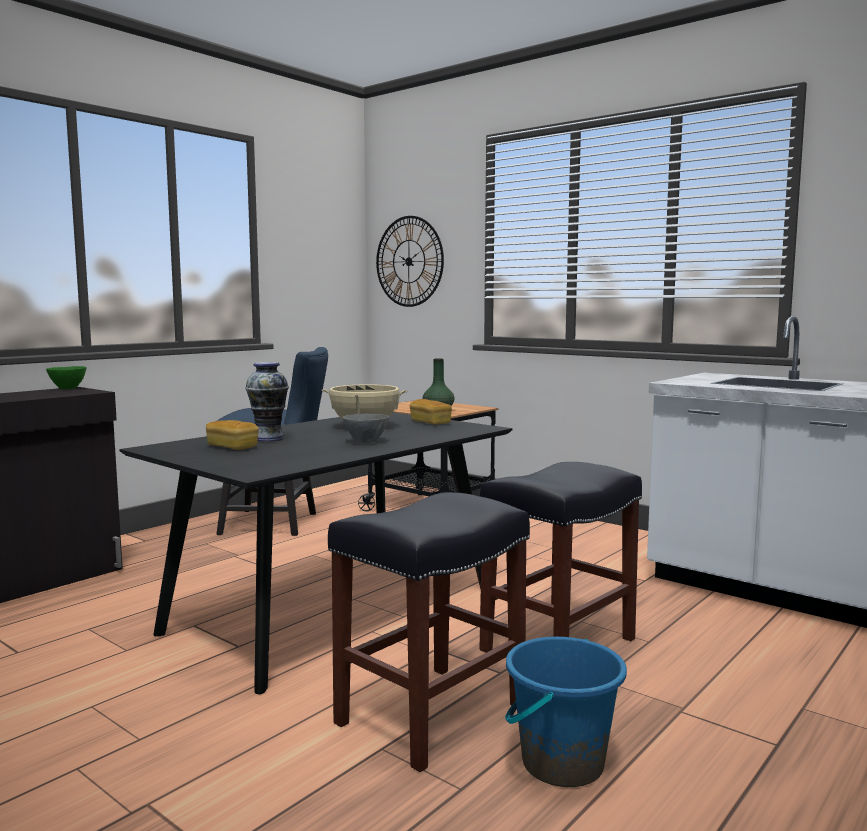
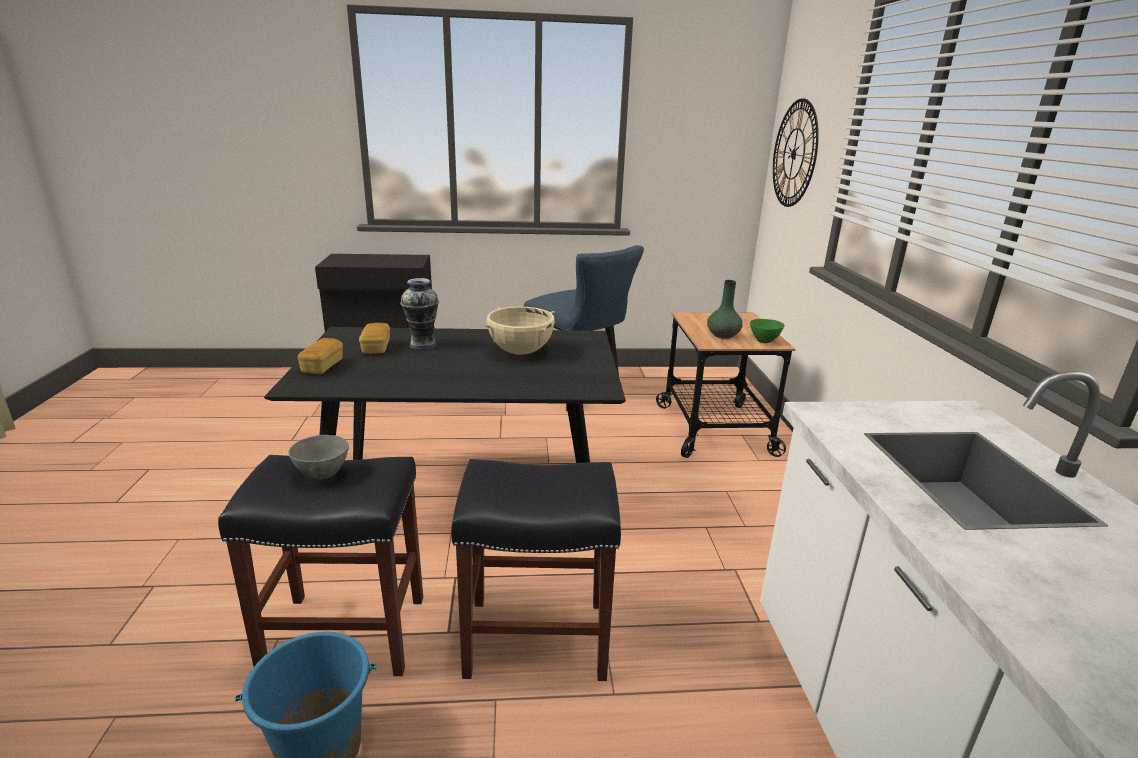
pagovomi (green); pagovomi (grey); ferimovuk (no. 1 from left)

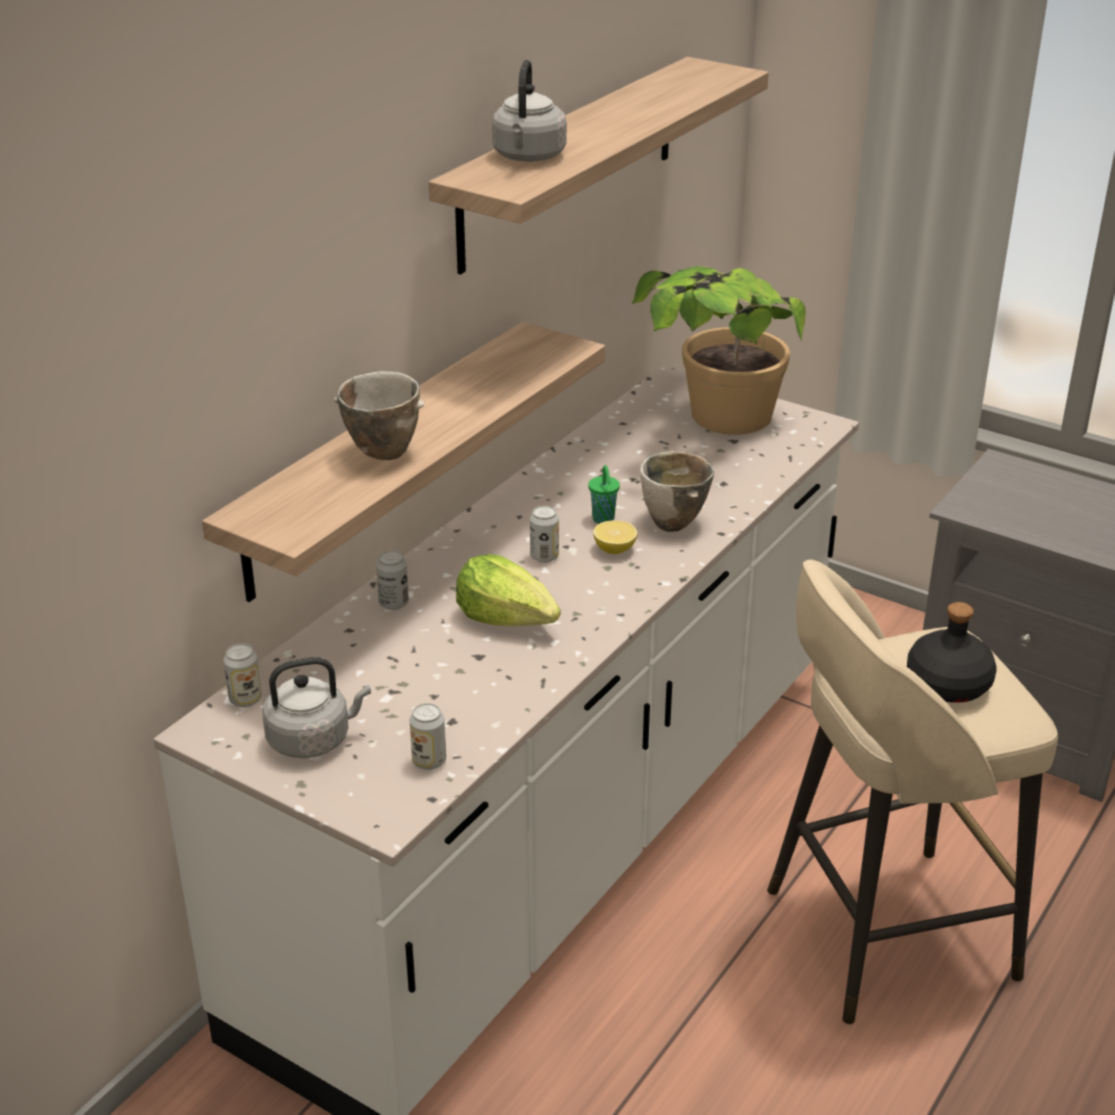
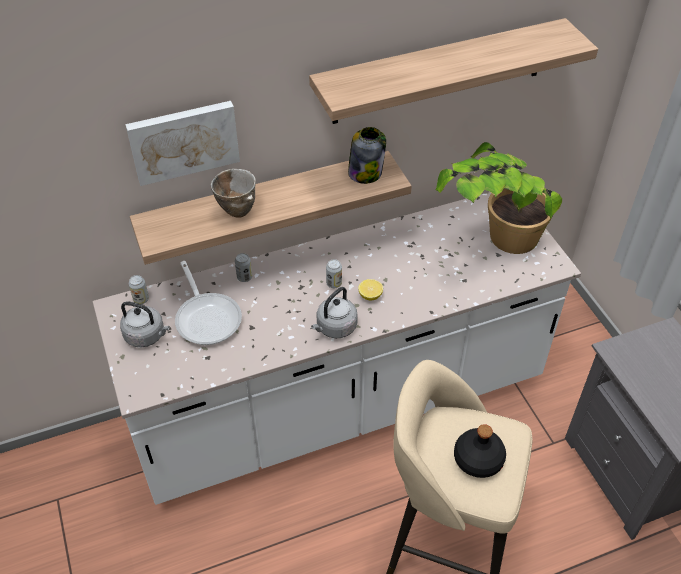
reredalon (no. 3 from left in the first image); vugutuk; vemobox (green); pagovomi (no. 2 from left in the first image); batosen; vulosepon; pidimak; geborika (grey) (no. 2 from left)

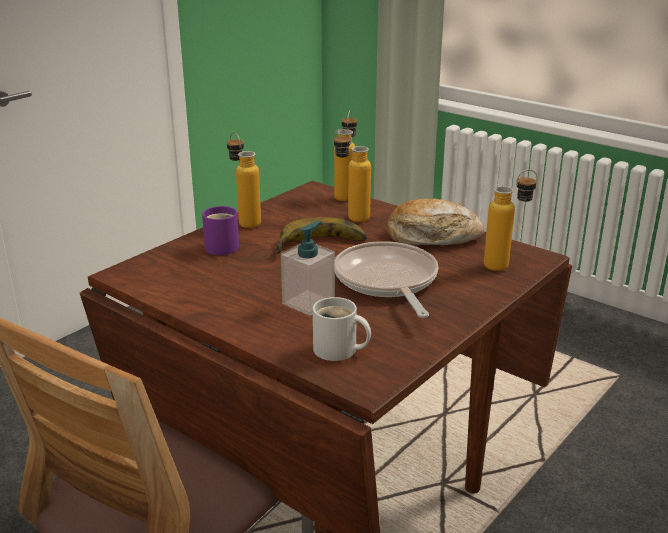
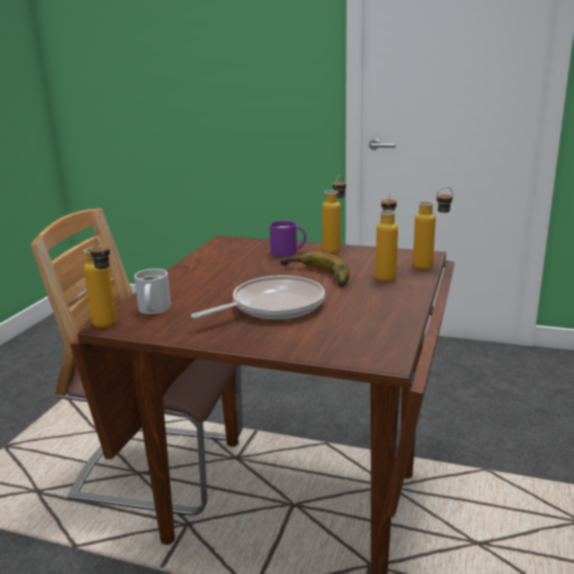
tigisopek; ferimovuk; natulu (no. 1 from left)

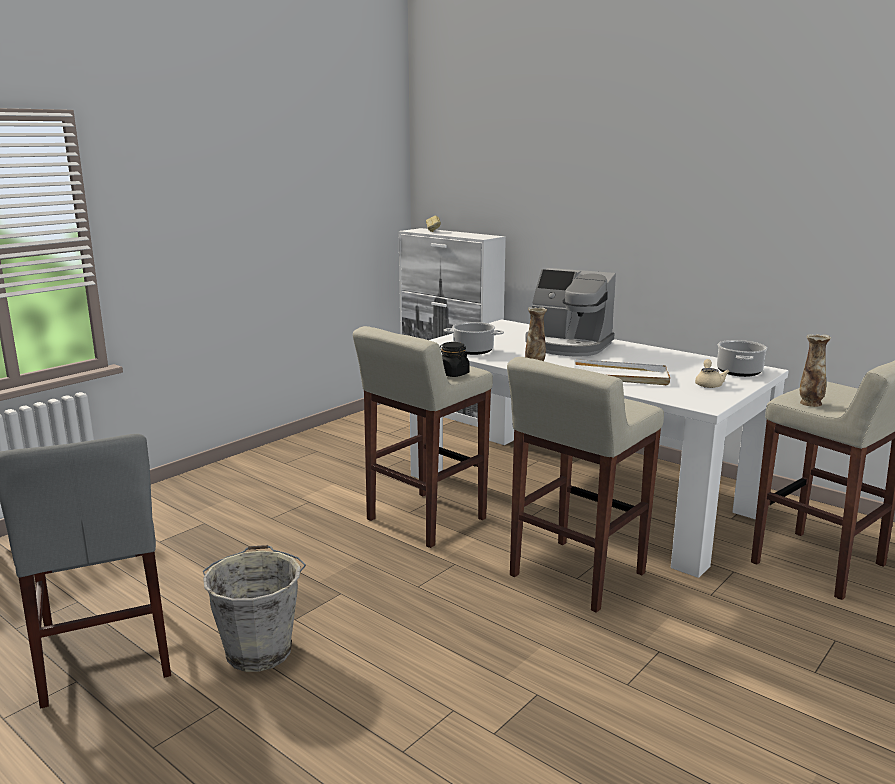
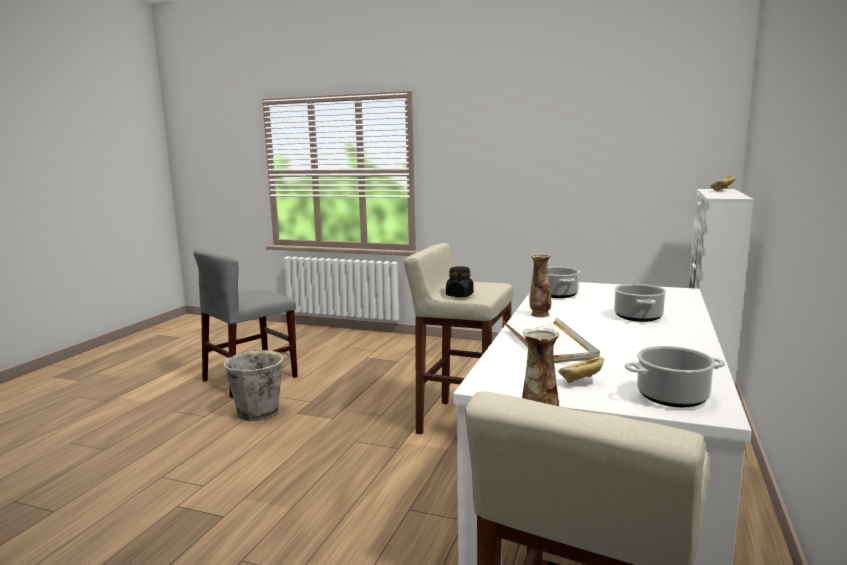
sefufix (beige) (no. 2 from left in the first image); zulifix (no. 2 from left); ferimovuk (no. 1 from left)

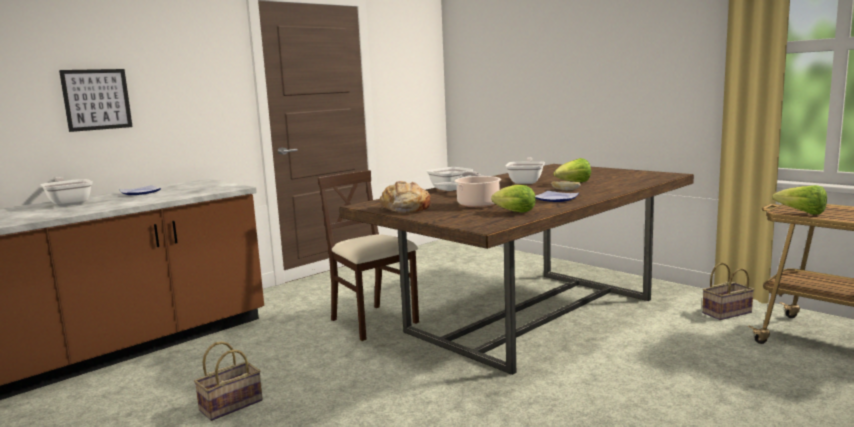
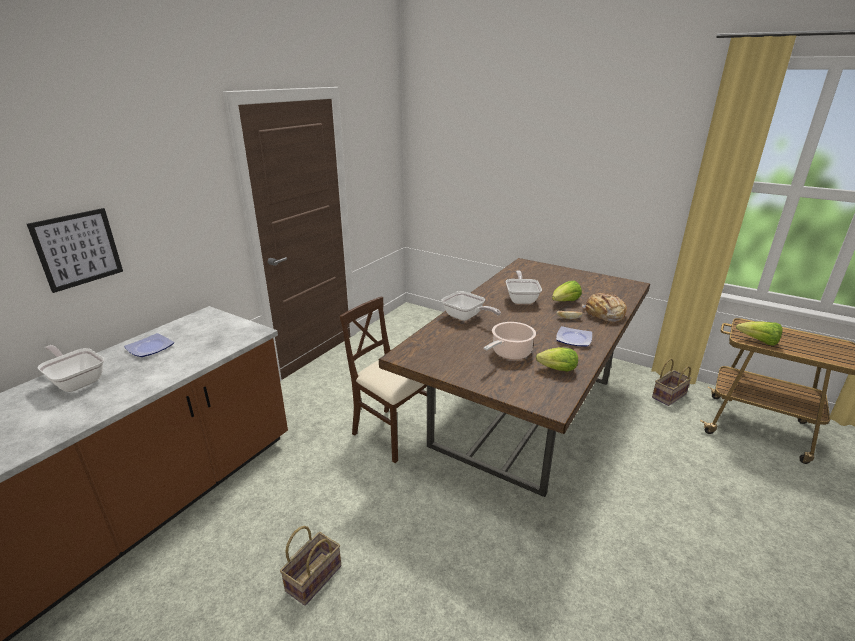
ferimovuk (no. 2 from left)

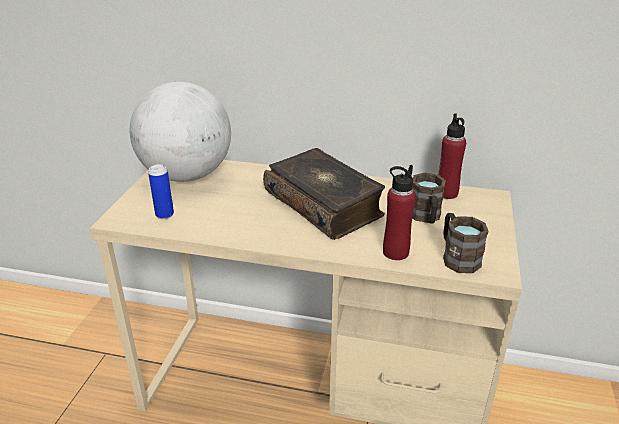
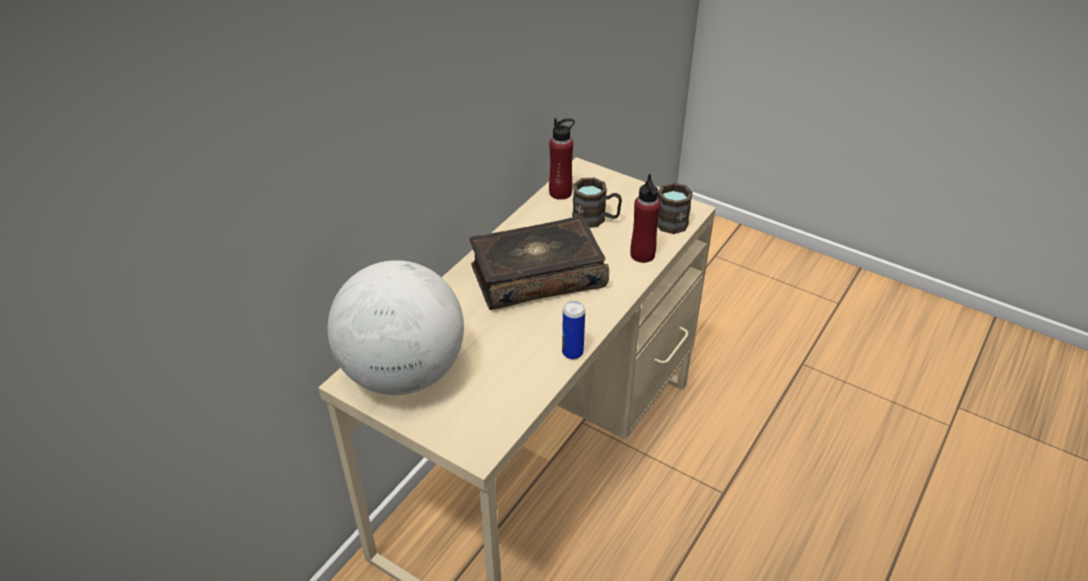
reredalon

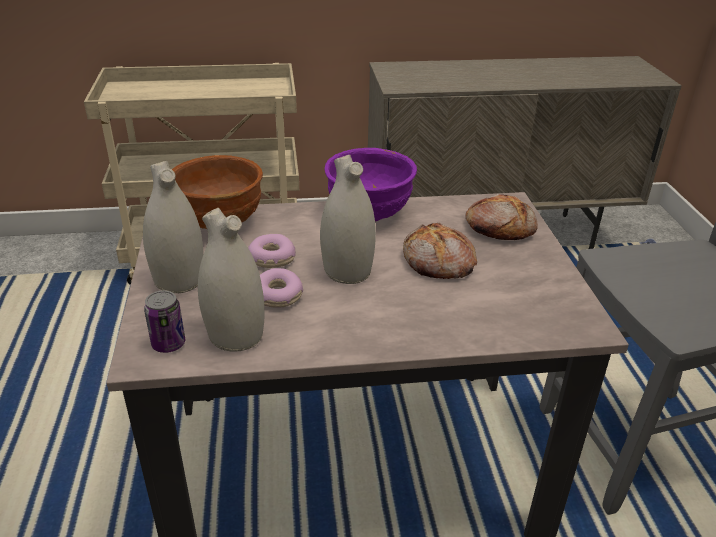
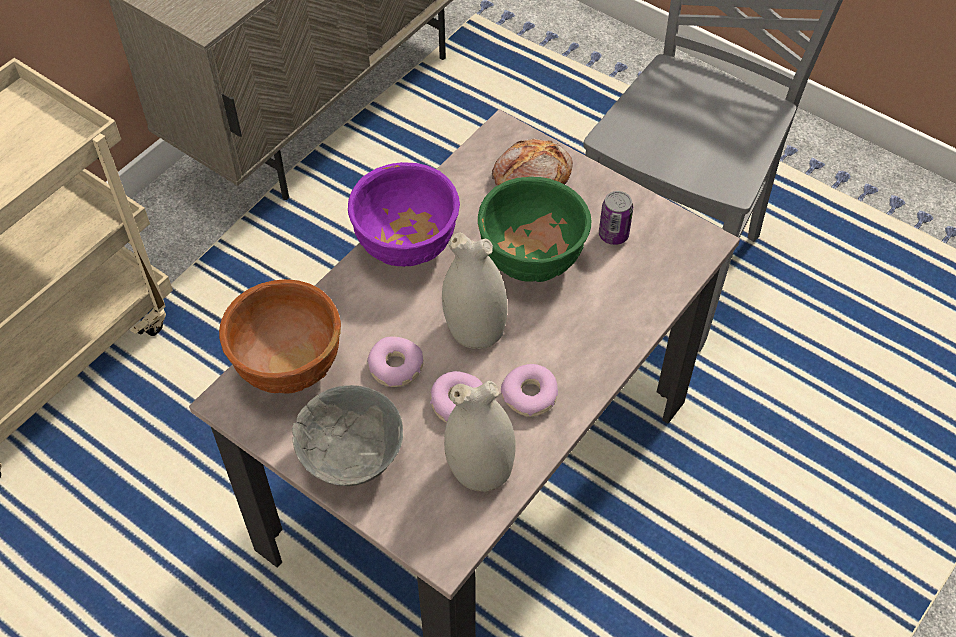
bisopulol (no. 3 from left); reredalon; pagovomi (grey); pagovomi (green)

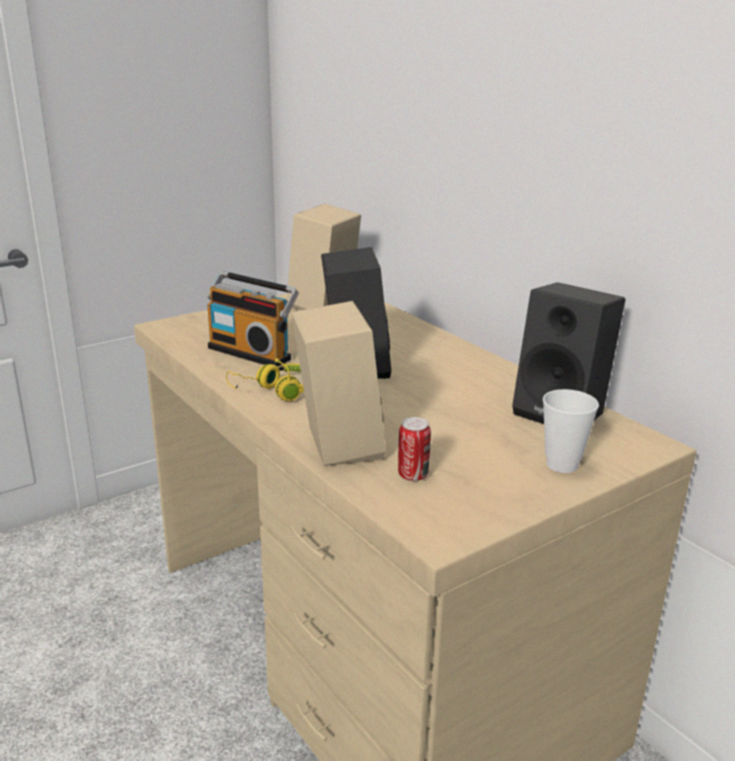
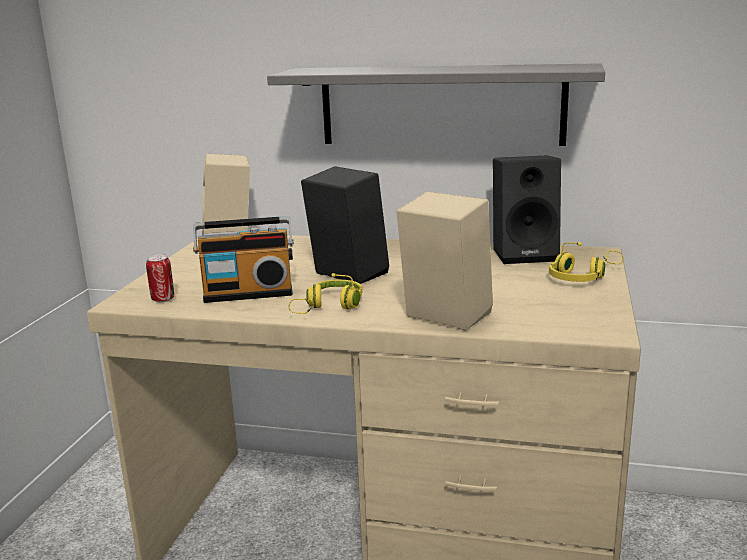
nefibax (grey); reredalon; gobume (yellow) (no. 2 from left)

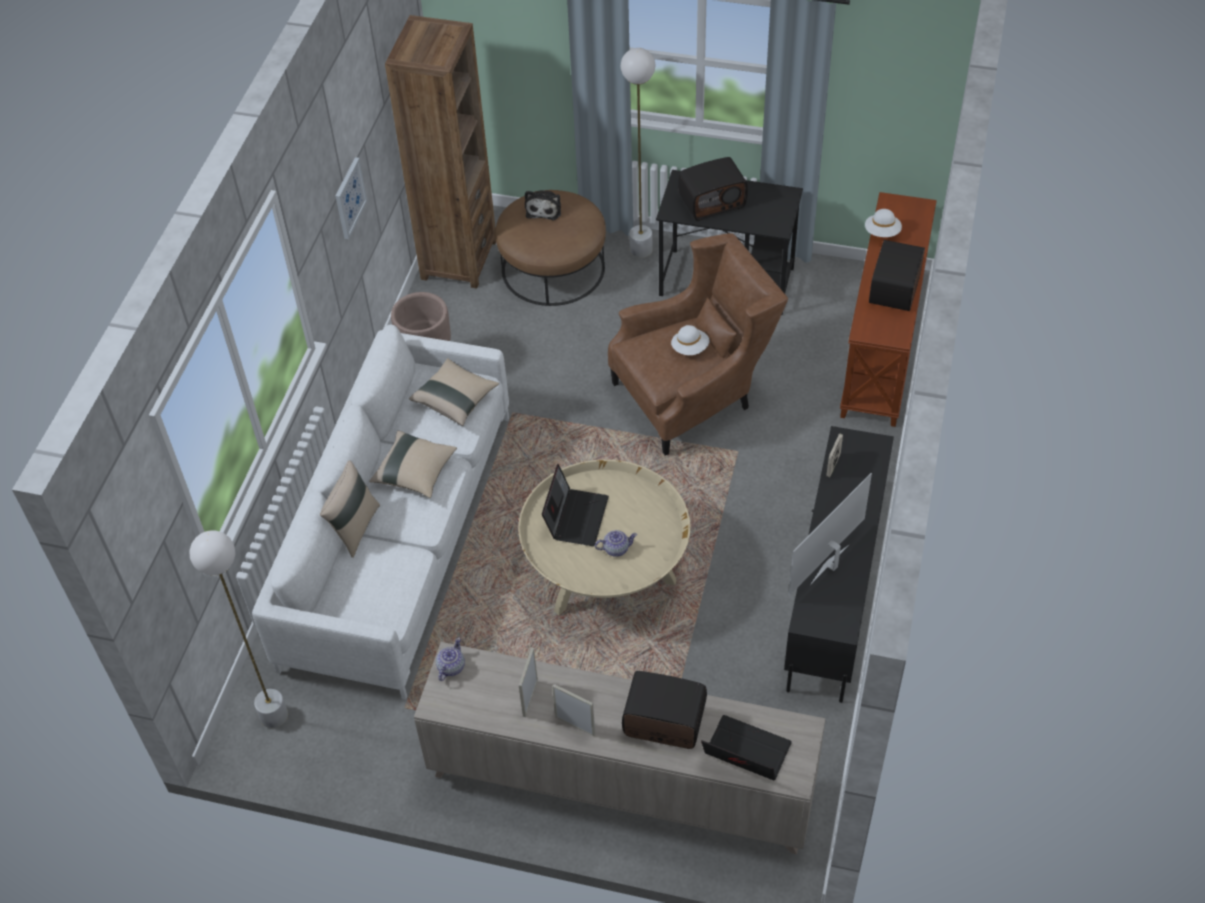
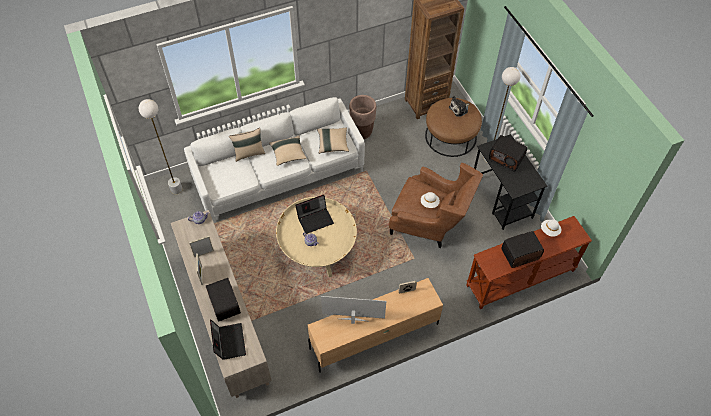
batosen; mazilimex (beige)

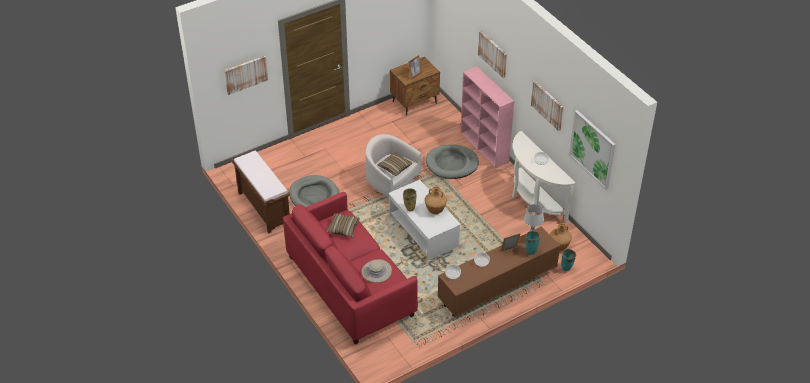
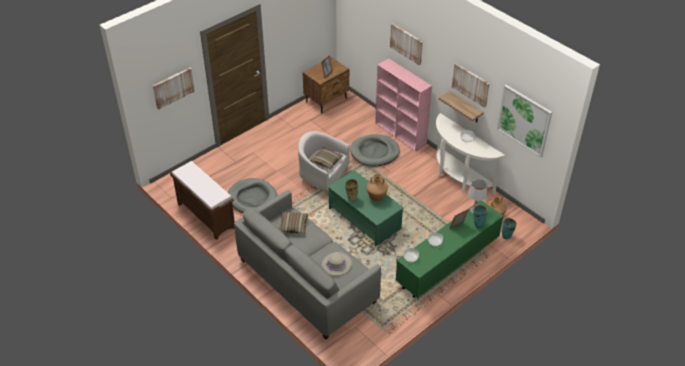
nefibax; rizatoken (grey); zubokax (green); mazilimex (green)

